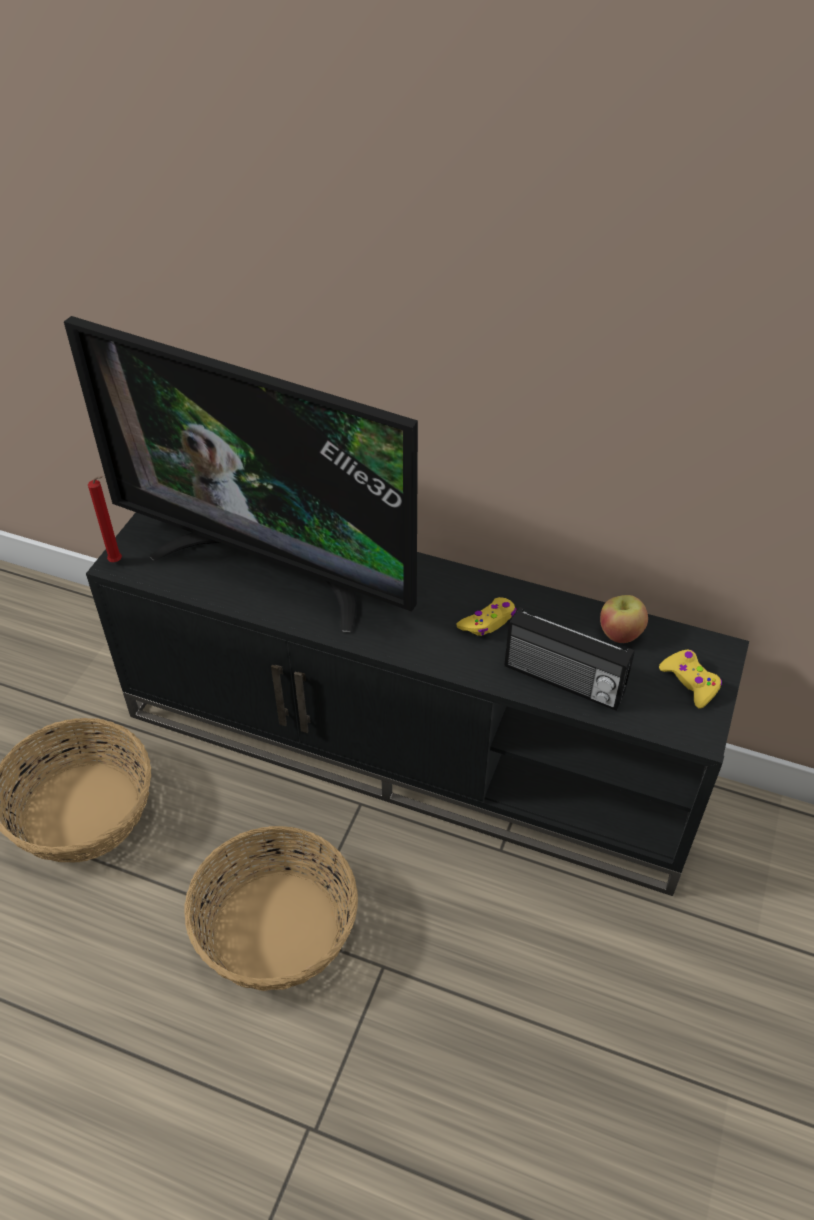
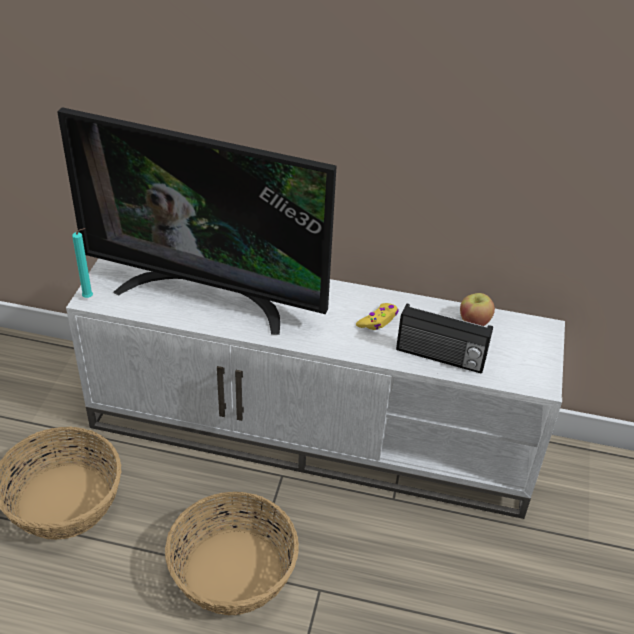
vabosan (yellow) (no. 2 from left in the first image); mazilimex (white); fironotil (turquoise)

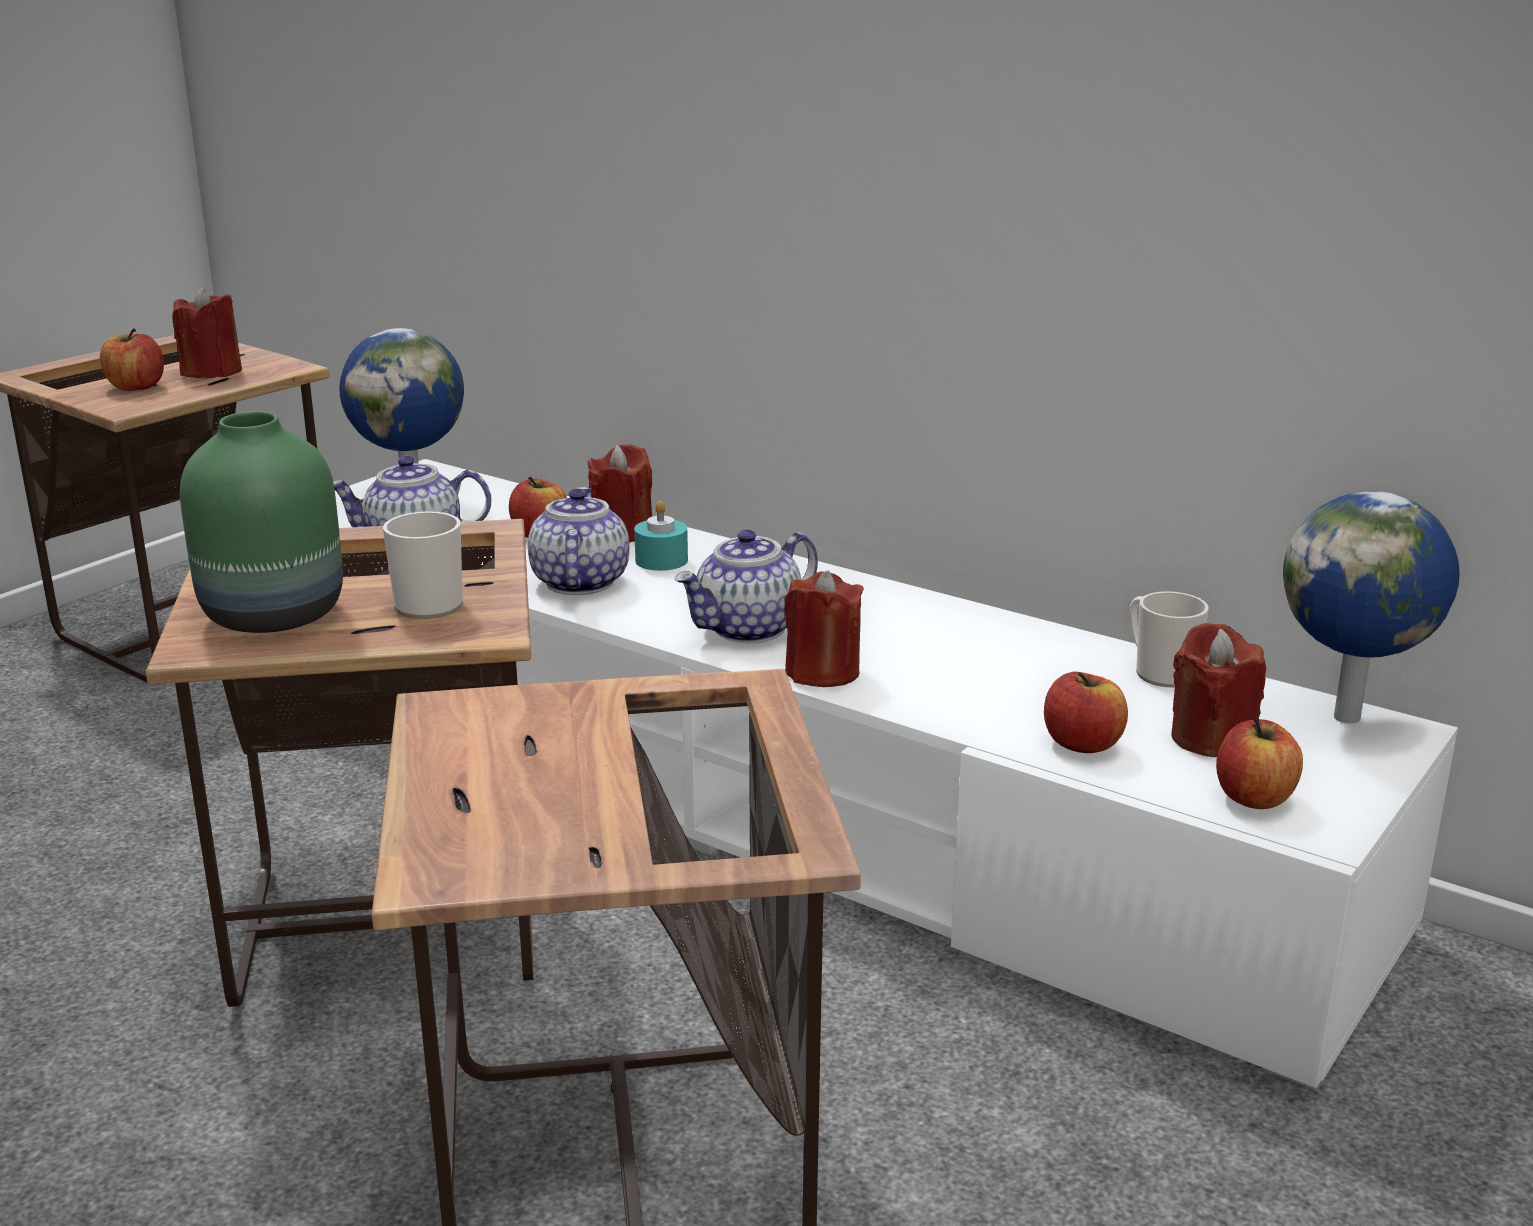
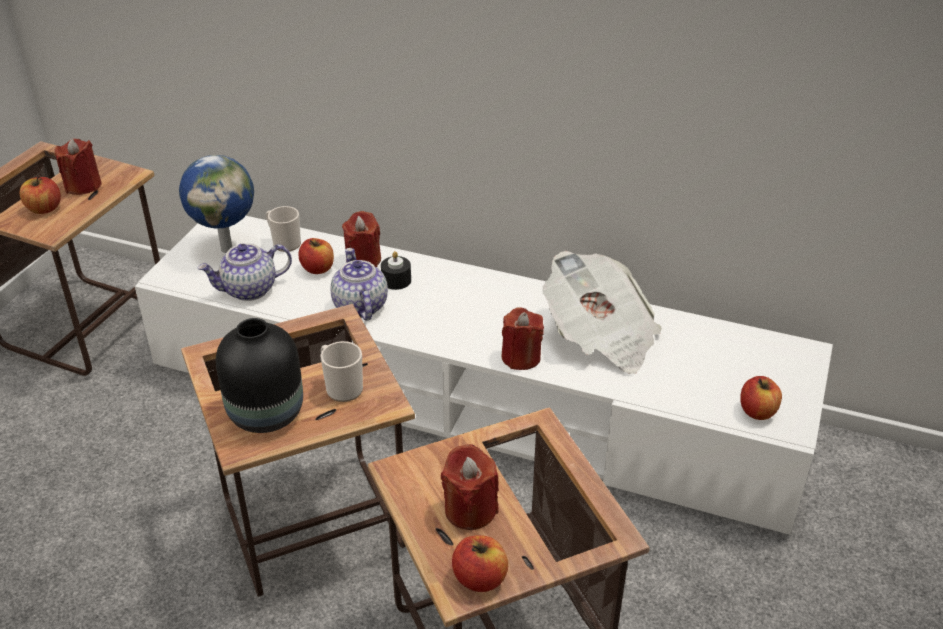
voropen (no. 3 from left in the first image); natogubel (no. 2 from left in the first image); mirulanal; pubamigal (no. 3 from left); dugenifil (no. 1 from left); fironotil (red) (no. 3 from left); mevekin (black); fironotil (black)

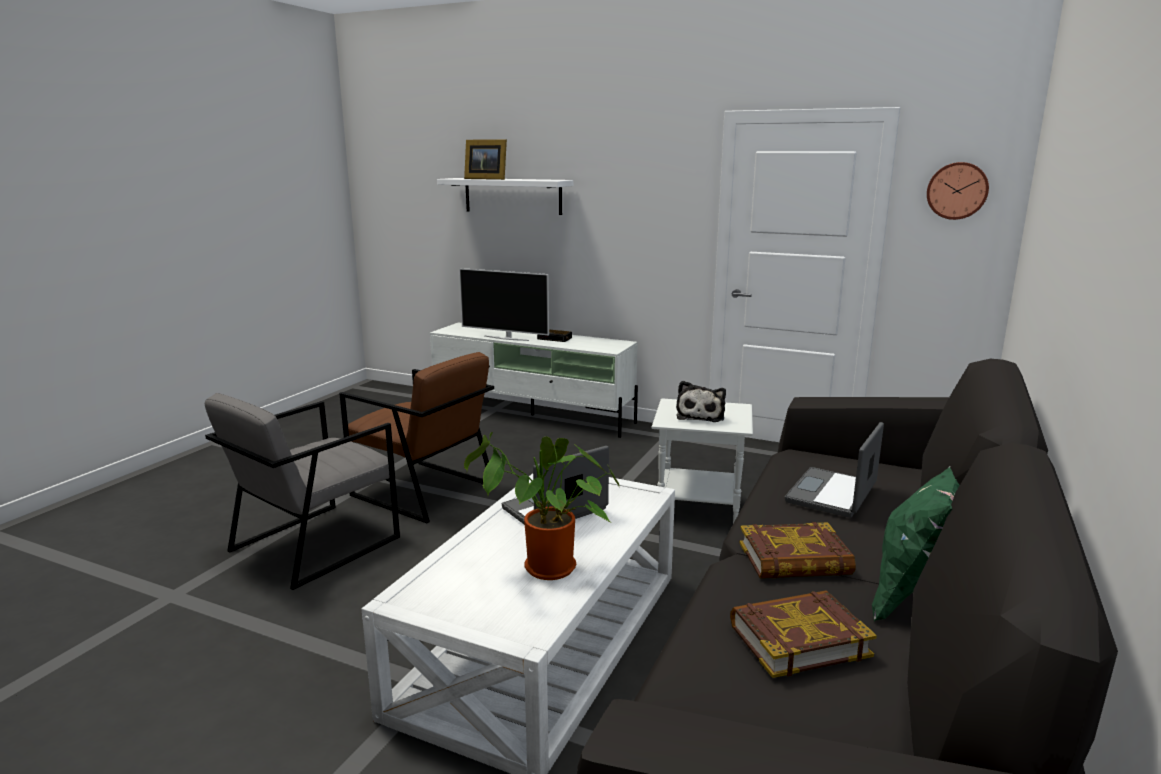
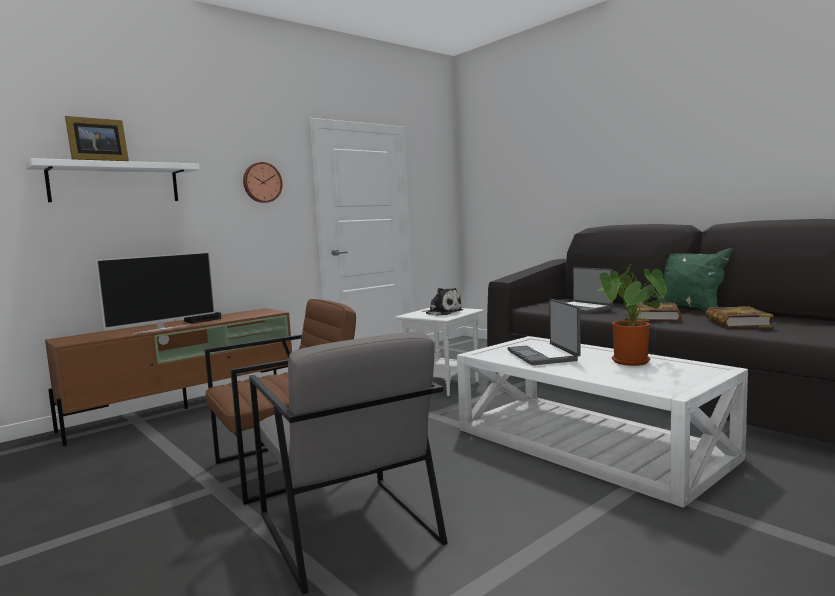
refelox; mazilimex (brown)

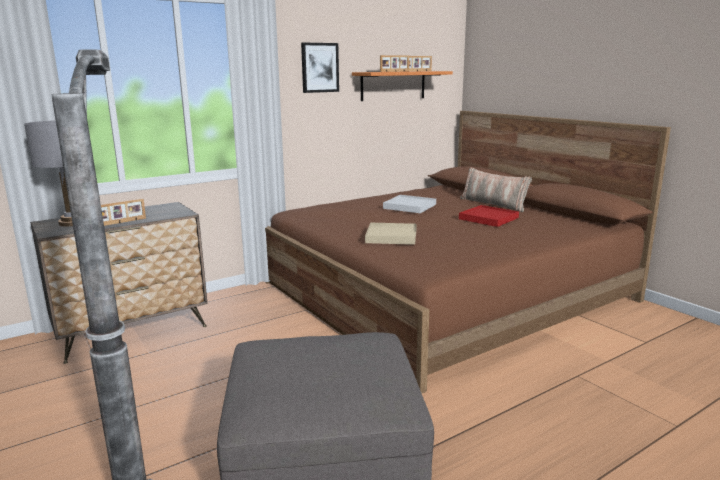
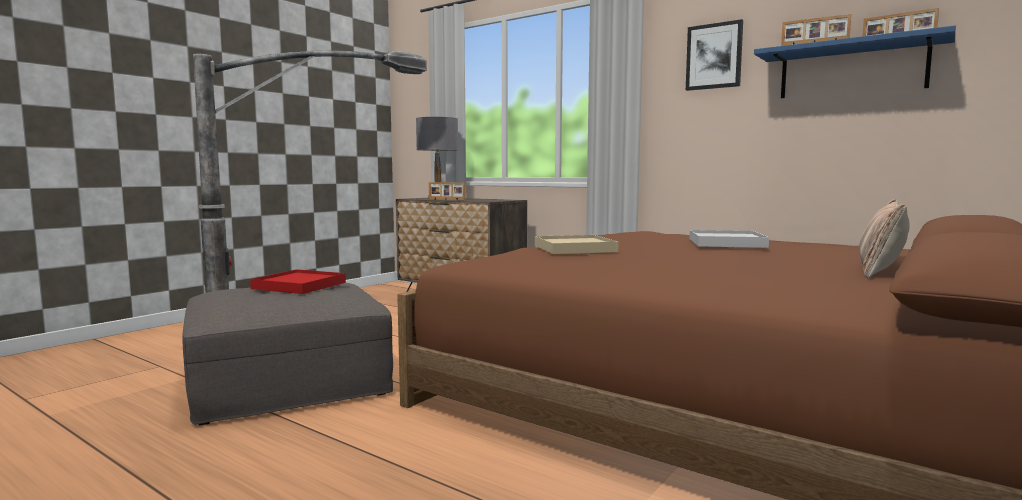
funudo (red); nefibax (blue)

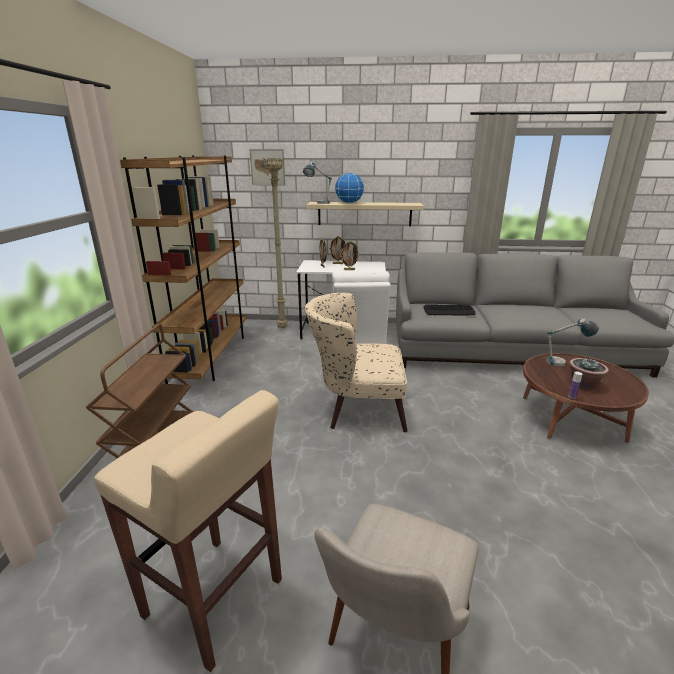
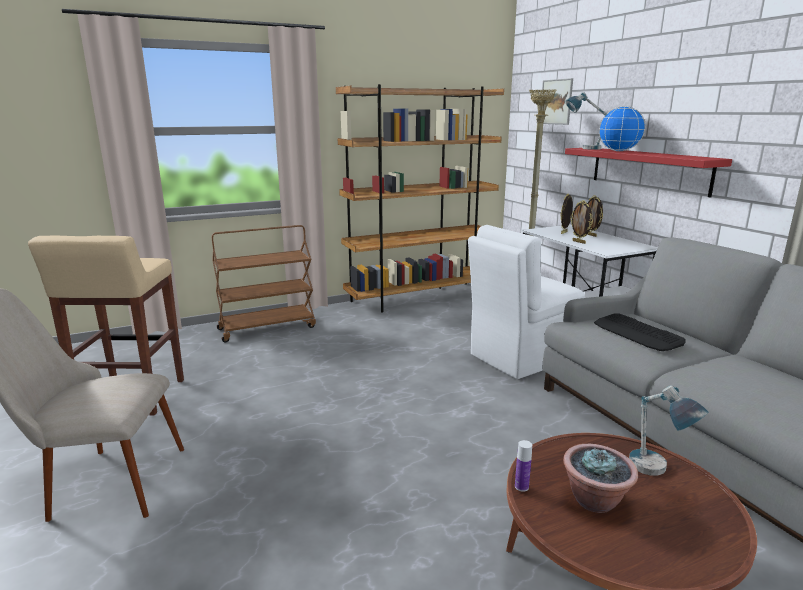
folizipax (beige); nefibax (red)

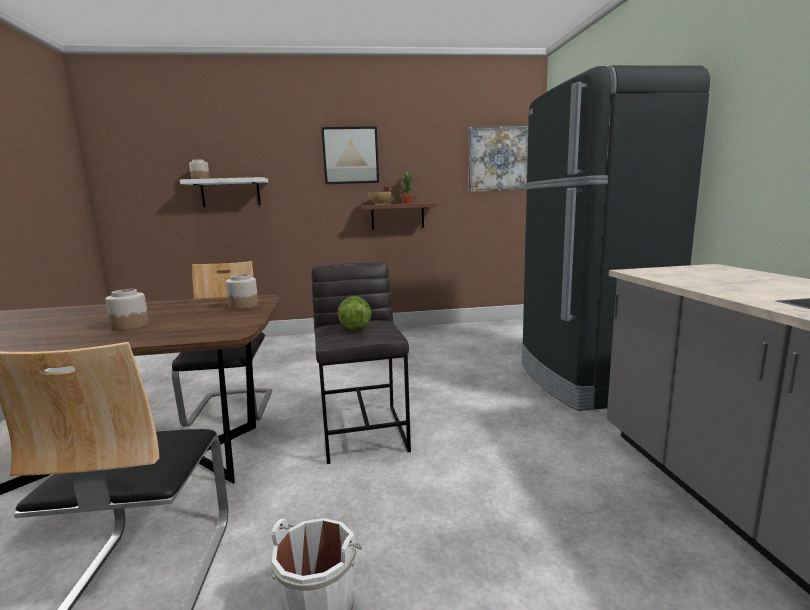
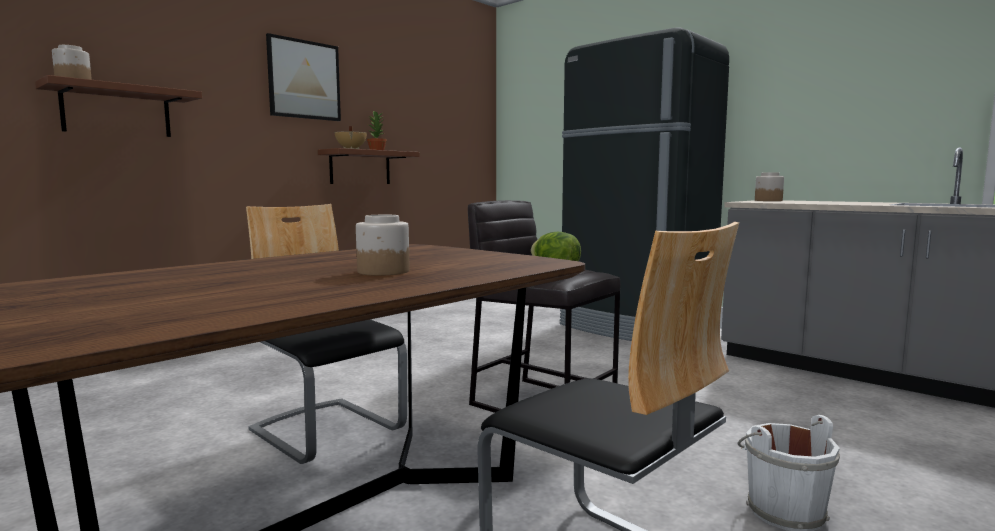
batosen (no. 2 from left in the first image); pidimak (no. 3 from left); nefibax (brown) (no. 1 from left)

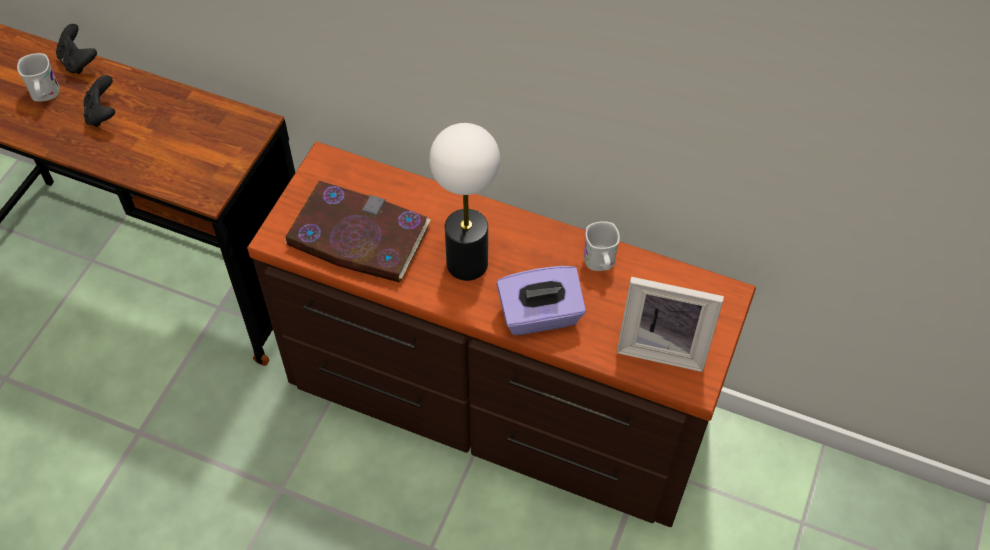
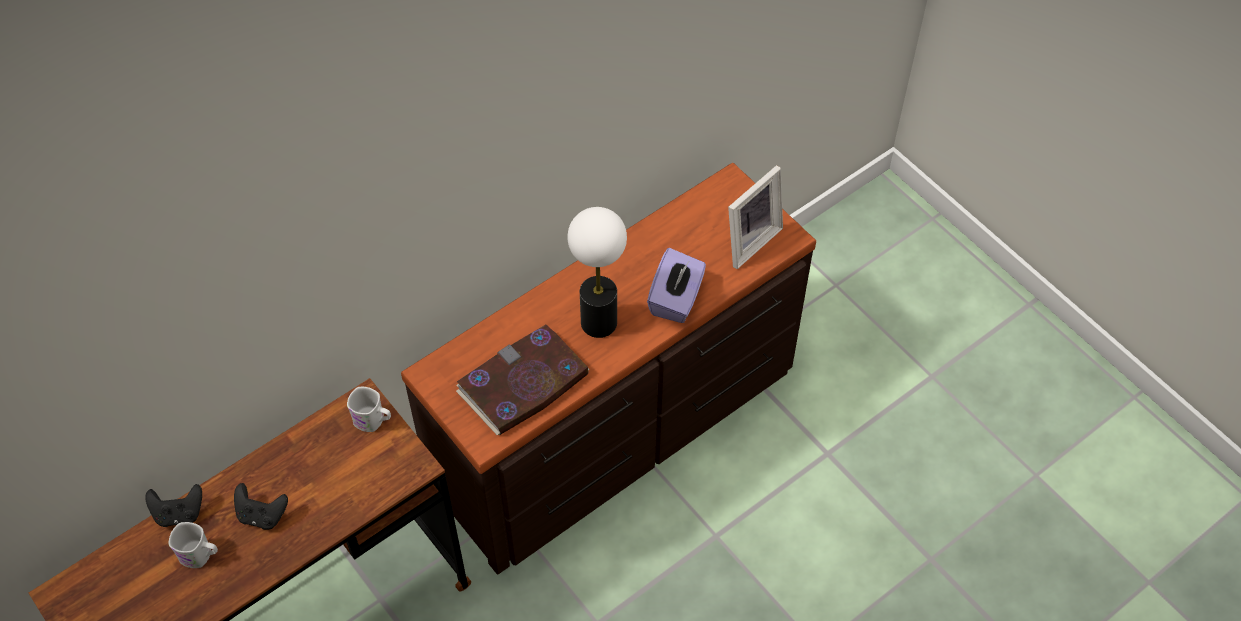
dugenifil (white) (no. 2 from left)

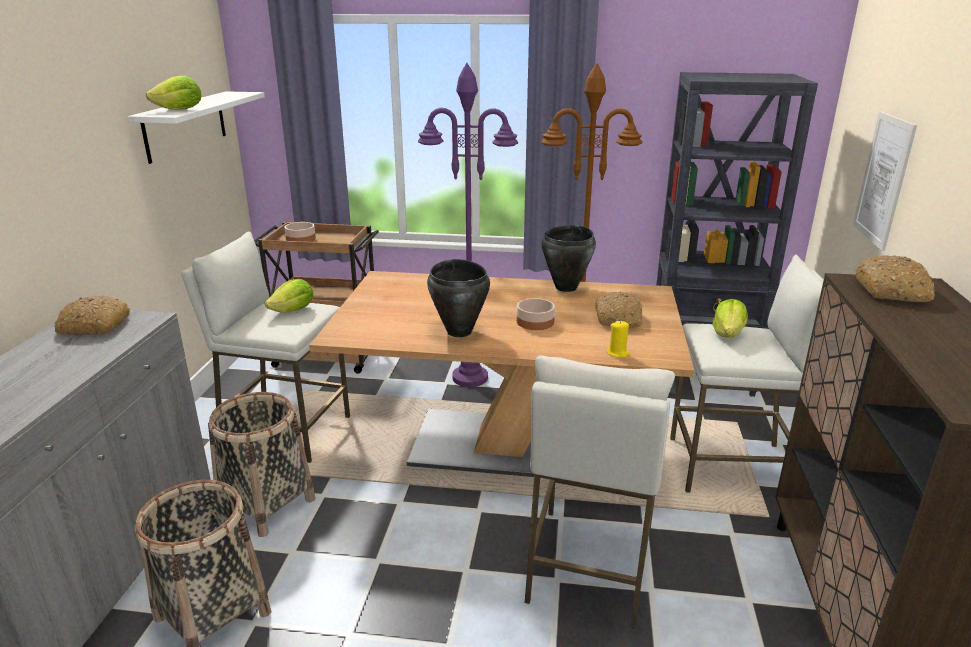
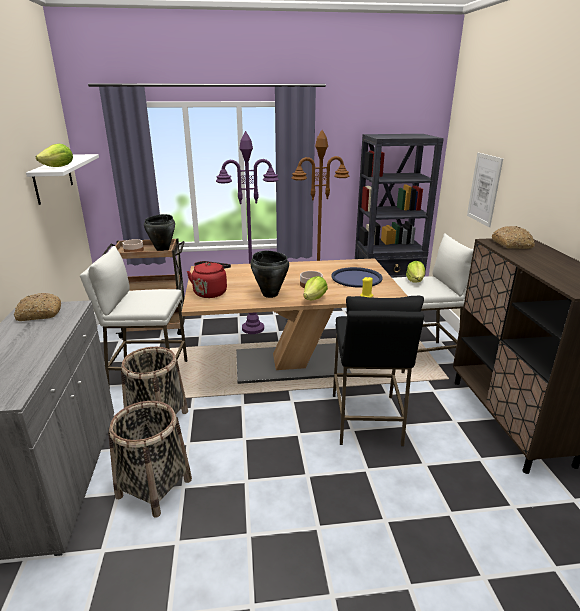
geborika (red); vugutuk (no. 2 from left); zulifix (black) (no. 1 from left); funudo (blue); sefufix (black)

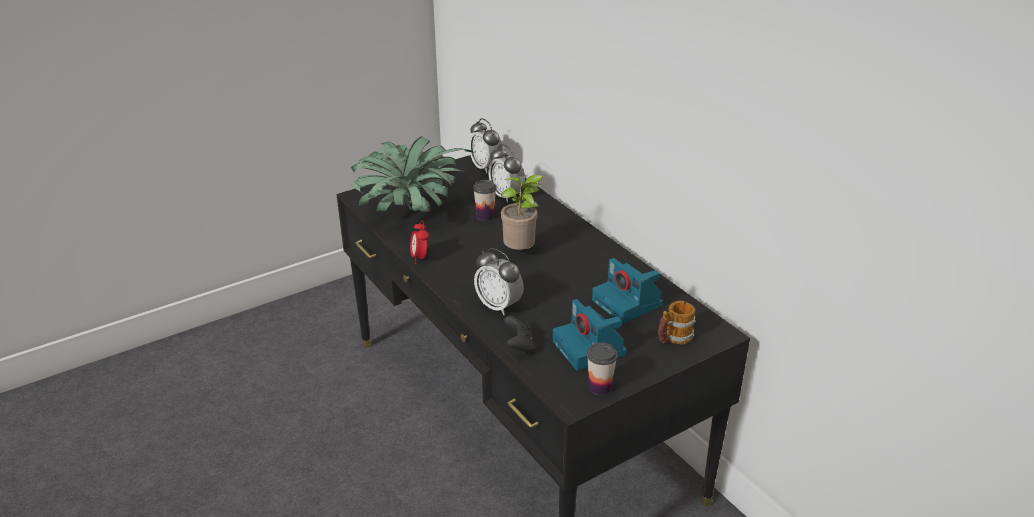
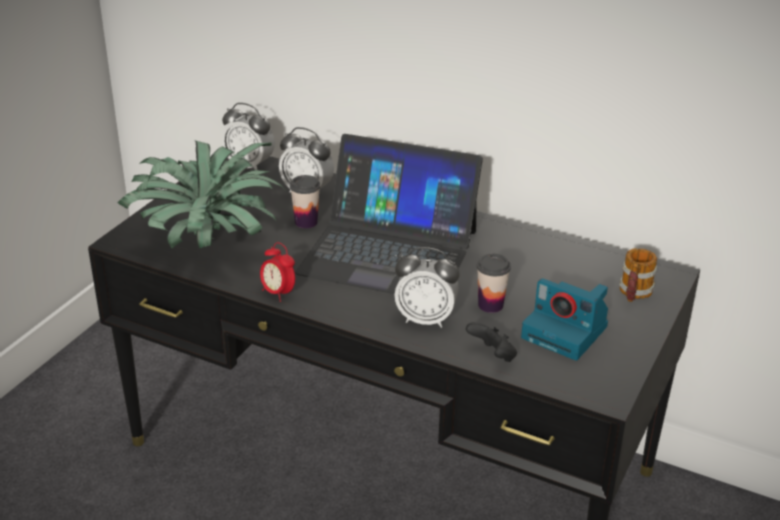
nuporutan (no. 2 from left in the first image); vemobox (no. 2 from left); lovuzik

